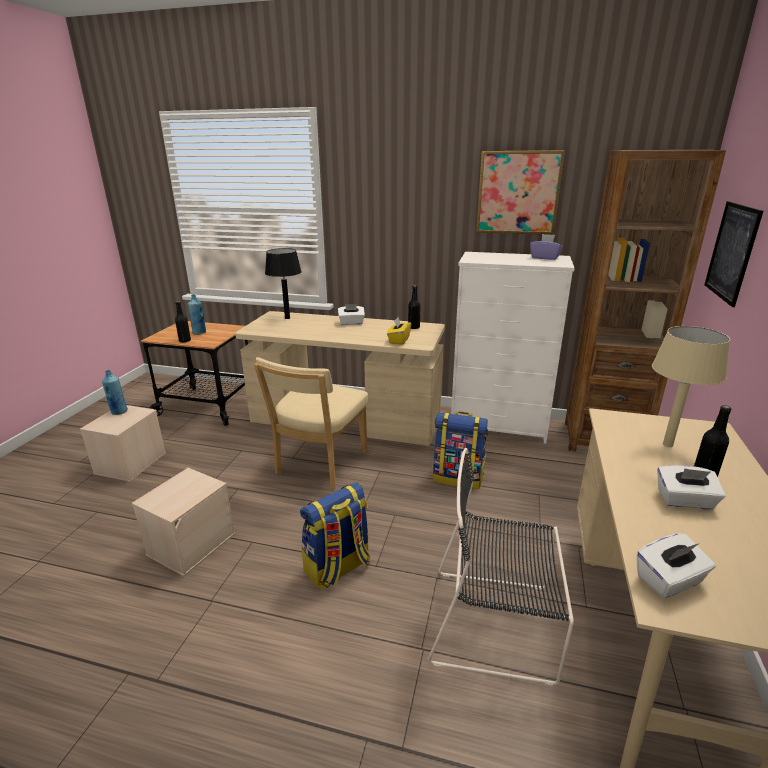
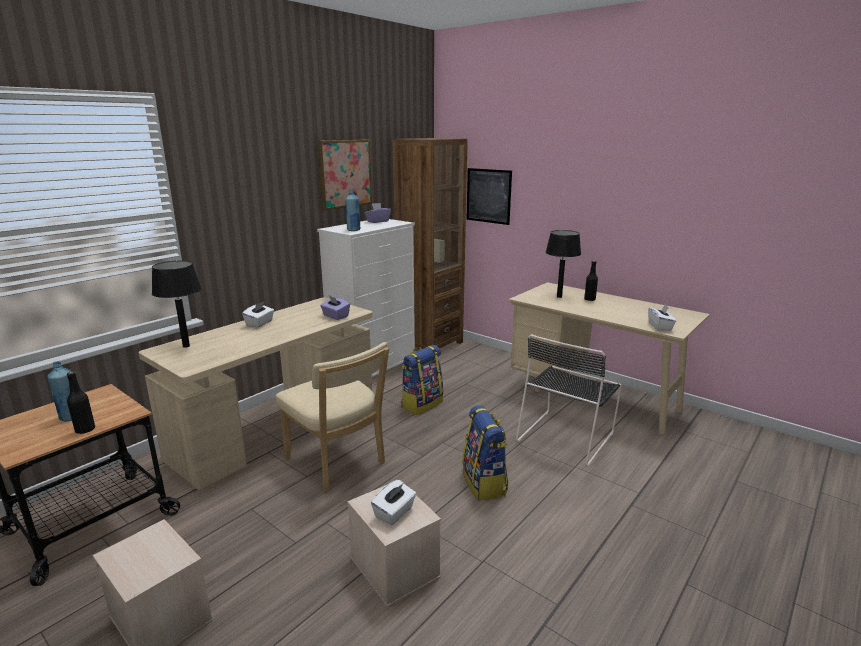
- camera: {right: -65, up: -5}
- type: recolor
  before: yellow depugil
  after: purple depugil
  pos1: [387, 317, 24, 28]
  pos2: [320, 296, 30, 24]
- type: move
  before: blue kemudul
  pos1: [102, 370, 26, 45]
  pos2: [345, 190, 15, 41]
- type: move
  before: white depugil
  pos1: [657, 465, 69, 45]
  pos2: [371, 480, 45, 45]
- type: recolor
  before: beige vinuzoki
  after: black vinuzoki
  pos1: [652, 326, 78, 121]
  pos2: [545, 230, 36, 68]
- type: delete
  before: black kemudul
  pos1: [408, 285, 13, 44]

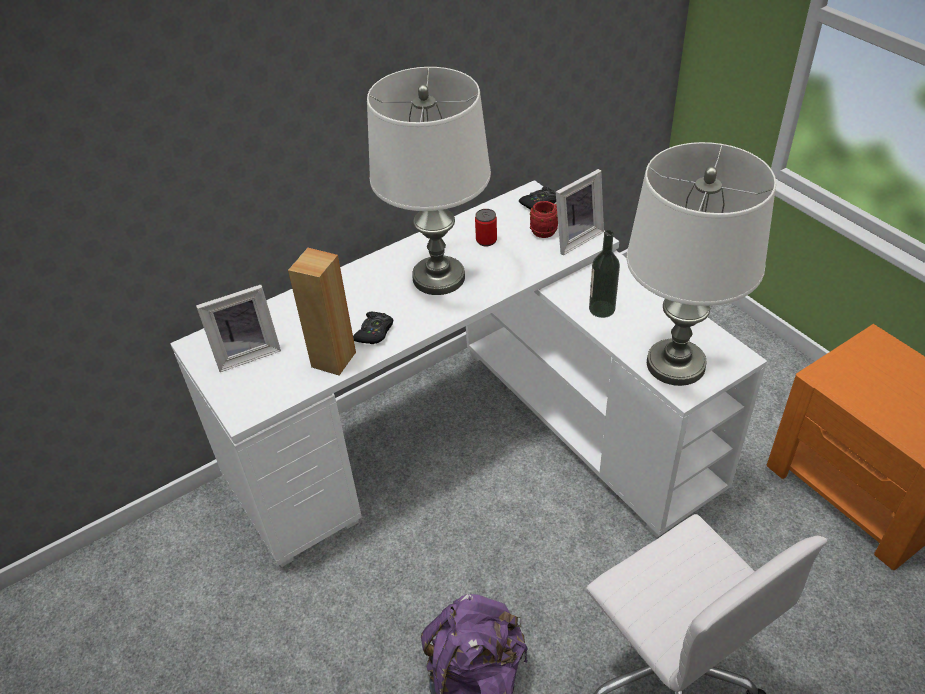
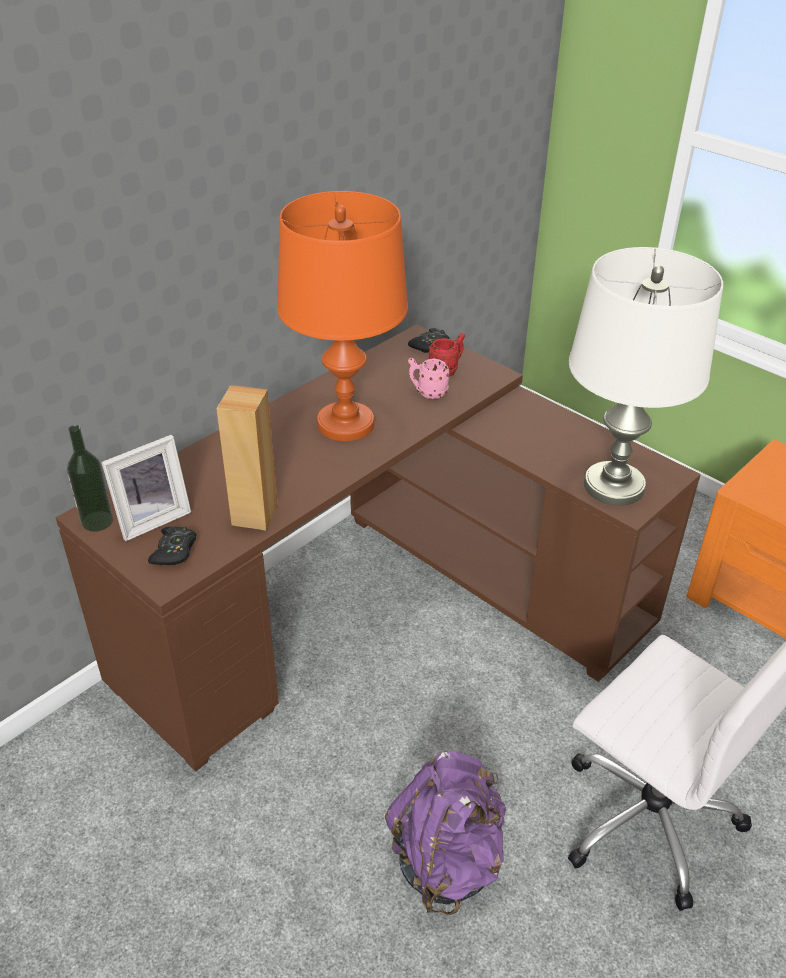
- camera: {right: -15, up: -5}
- type: recolor
  before: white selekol
  after: brown selekol
  pos1: [170, 180, 597, 387]
  pos2: [55, 324, 646, 447]
- type: move
  before: kemudul
  pos1: [589, 230, 31, 88]
  pos2: [67, 425, 46, 107]
- type: move
  before: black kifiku
  pos1: [353, 312, 40, 32]
  pos2: [148, 526, 48, 39]
- type: recolor
  before: white vinuzoki
  after: orange vinuzoki
  pos1: [367, 67, 124, 228]
  pos2: [277, 191, 131, 250]
- type: insert
  after: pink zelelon
  pos2: [408, 358, 42, 41]
- type: delete
  before: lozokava
  pos1: [475, 209, 22, 37]
- type: delete
  before: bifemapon
  pos1: [556, 169, 48, 86]

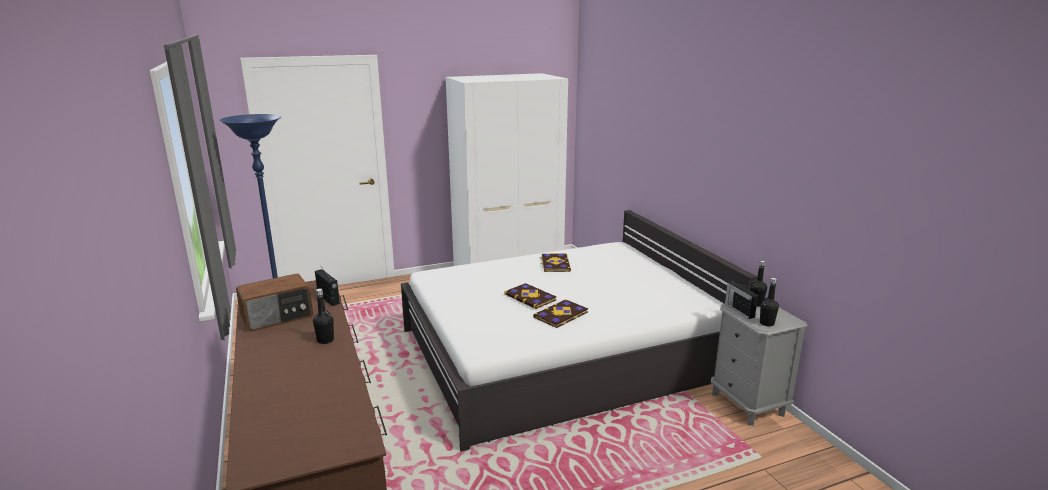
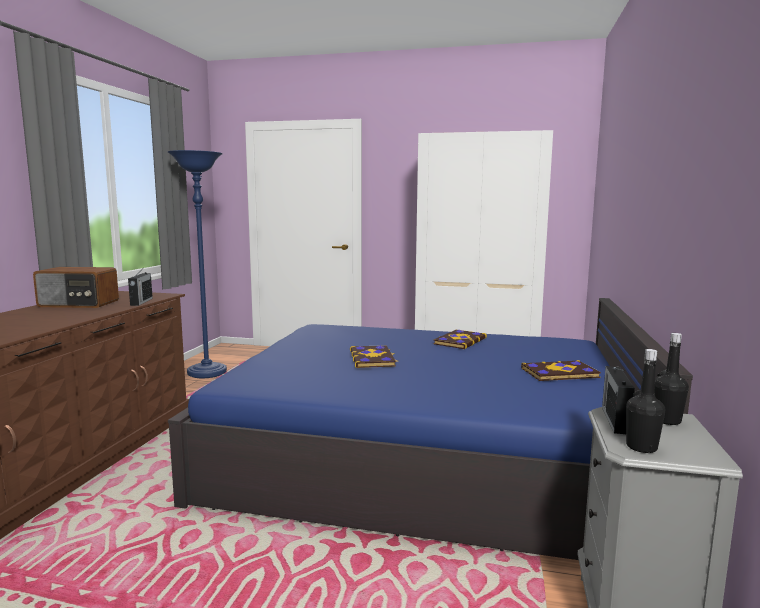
- camera: {right: 35, up: -10}
- type: recolor
  before: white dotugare
  after: blue dotugare
  pos1: [401, 210, 356, 242]
  pos2: [168, 298, 525, 262]
- type: move
  before: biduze
  pos1: [533, 299, 55, 29]
  pos2: [521, 360, 80, 21]
- type: delete
  before: black kemudul
  pos1: [313, 288, 21, 56]

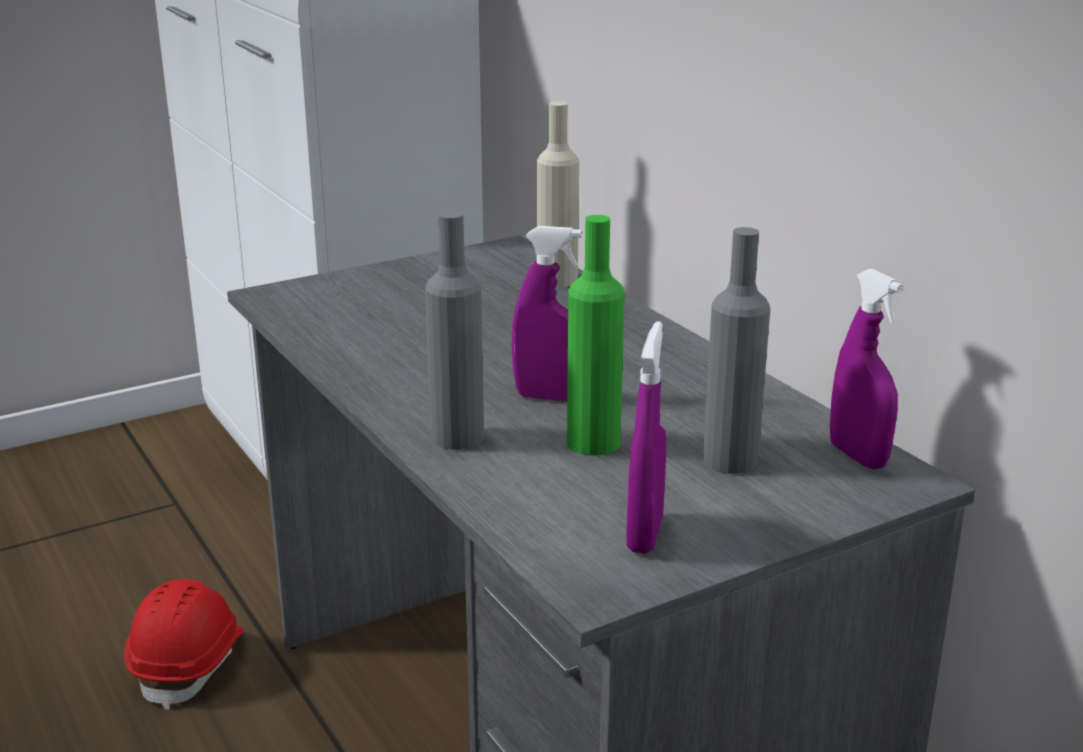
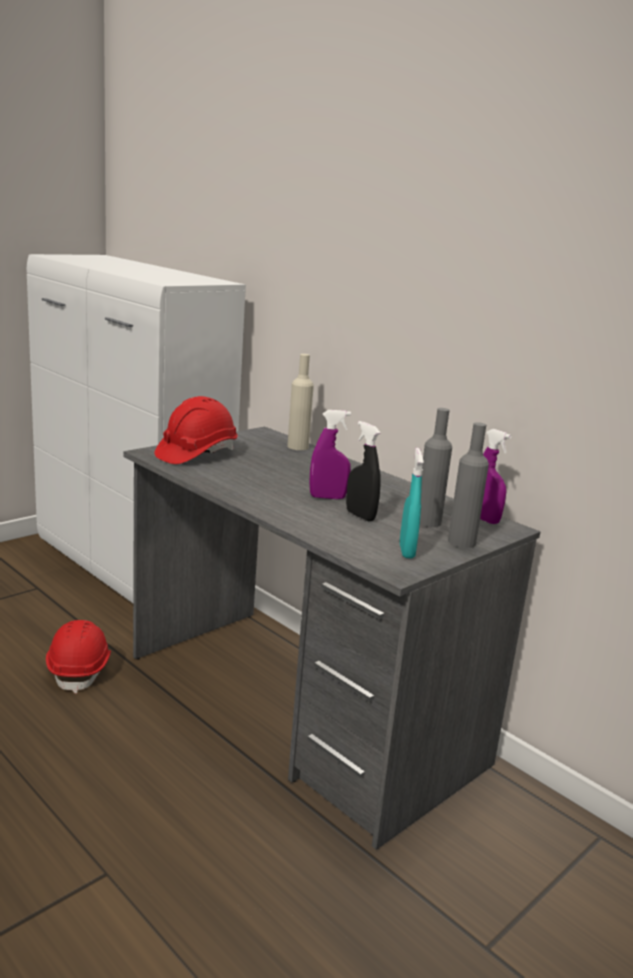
- camera: {right: -15, up: -5}
- type: insert
  after: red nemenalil
  pos2: [154, 396, 84, 68]
- type: replace
  before: green kemudul
  after: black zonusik
  pos1: [567, 215, 58, 241]
  pos2: [346, 421, 35, 100]
- type: recolor
  before: purple zonusik
  after: turquoise zonusik
  pos1: [626, 321, 40, 233]
  pos2: [400, 448, 24, 110]
- type: move
  before: grey kemudul
  pos1: [425, 211, 59, 239]
  pos2: [448, 422, 41, 126]

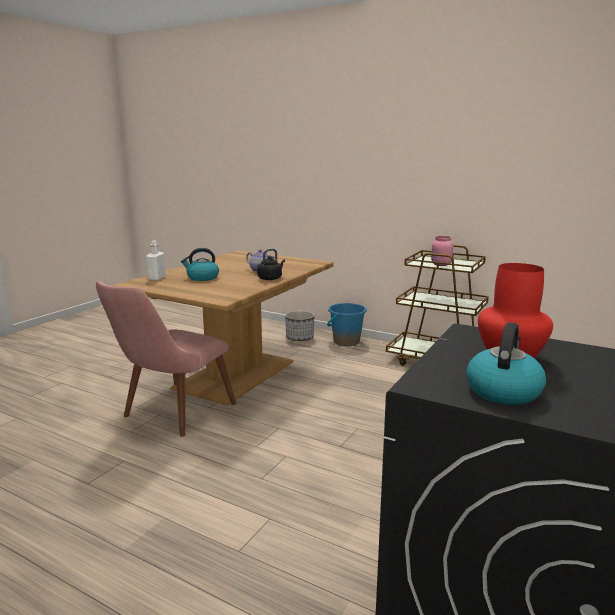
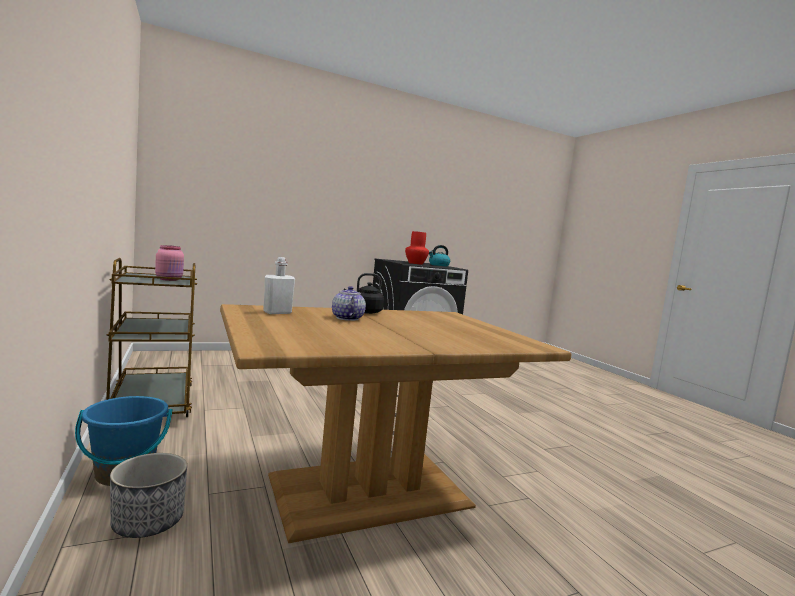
- camera: {right: -145, up: -10}
- type: move
  before: white kemudul
  pos1: [146, 240, 20, 41]
  pos2: [263, 257, 32, 57]
- type: delete
  before: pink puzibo
  pos1: [96, 280, 140, 157]
- type: delete
  before: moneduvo
  pos1: [181, 248, 38, 33]

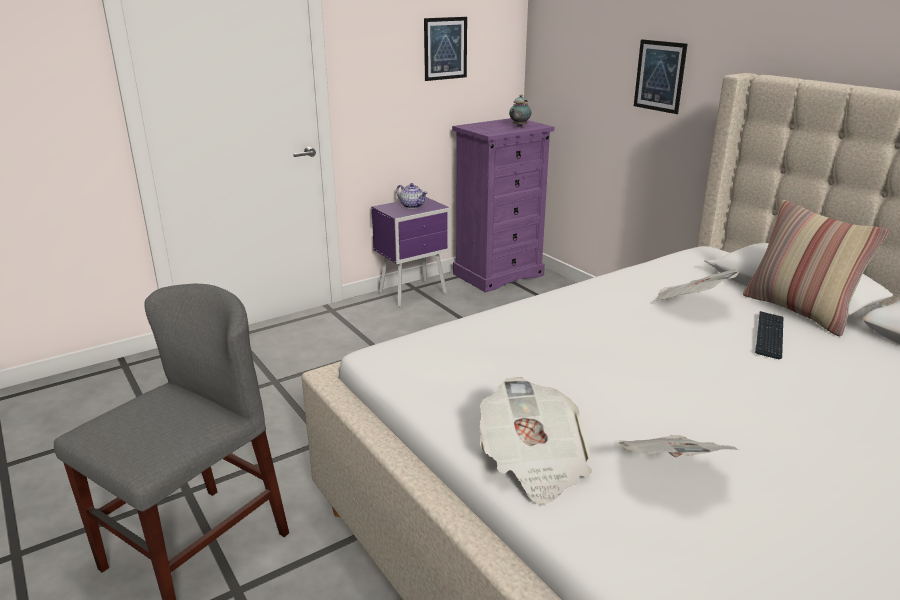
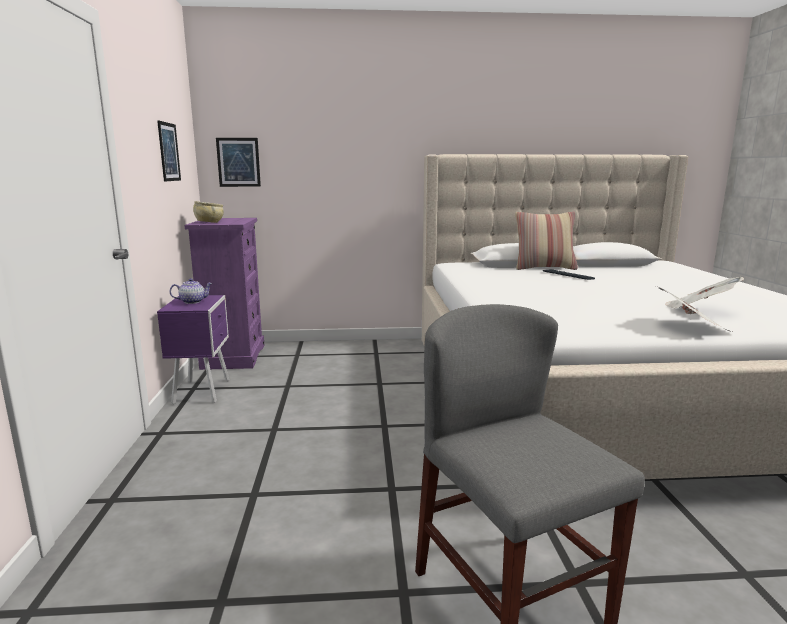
- camera: {right: -60, up: -10}
- type: insert
  after: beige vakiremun
  pos2: [193, 201, 31, 22]
- type: move
  before: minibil
  pos1: [634, 39, 53, 75]
  pos2: [216, 138, 45, 49]
- type: delete
  before: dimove
  pos1: [509, 95, 22, 32]
- type: delete
  before: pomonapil
  pos1: [654, 269, 85, 32]

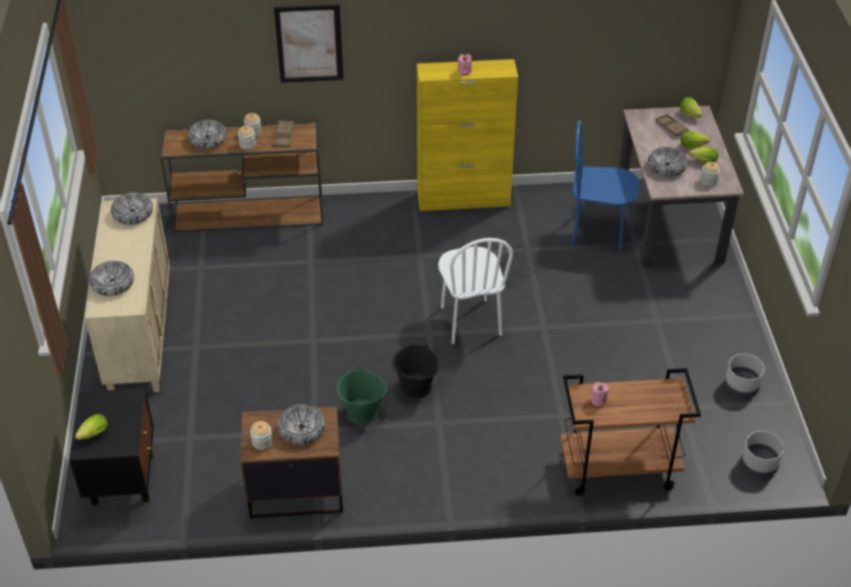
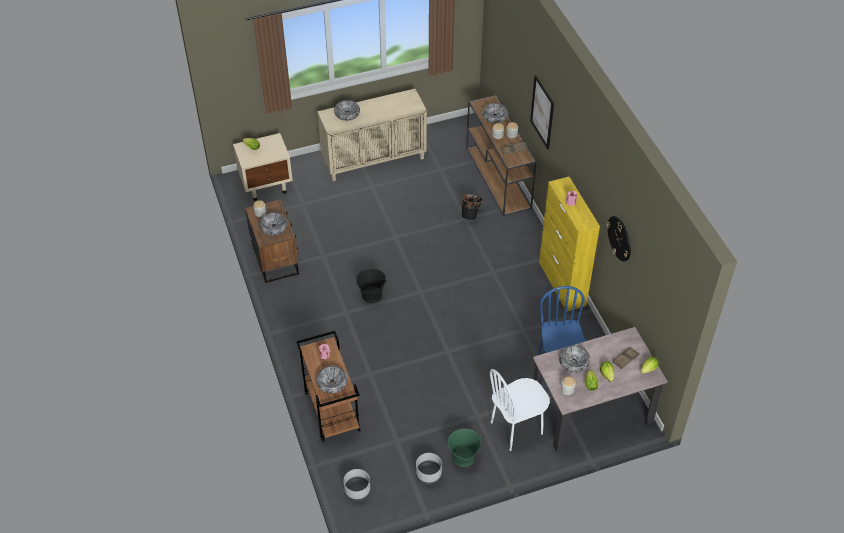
- camera: {right: 75, up: 5}
- type: recolor
  before: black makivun
  after: beige makivun
  pos1: [69, 388, 85, 118]
  pos2: [233, 133, 60, 68]
- type: move
  before: vakiremun
  pos1: [111, 192, 42, 33]
  pos2: [316, 366, 32, 27]
- type: move
  before: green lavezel
  pos1: [337, 367, 50, 57]
  pos2: [447, 428, 34, 39]
- type: insert
  after: black lavezel
  pos2: [460, 194, 23, 26]
- type: move
  before: white puzibo
  pos1: [438, 238, 75, 106]
  pos2: [490, 369, 60, 82]
- type: insert
  after: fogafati
  pos2: [606, 216, 25, 46]

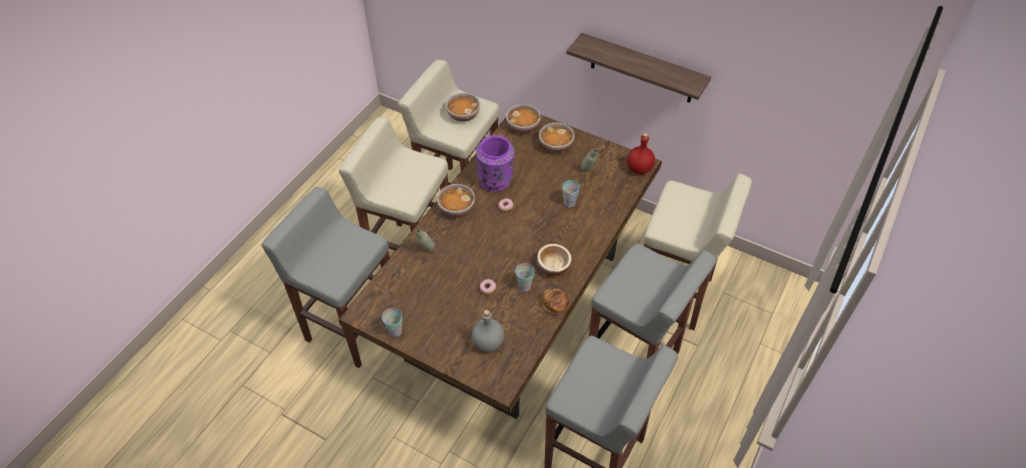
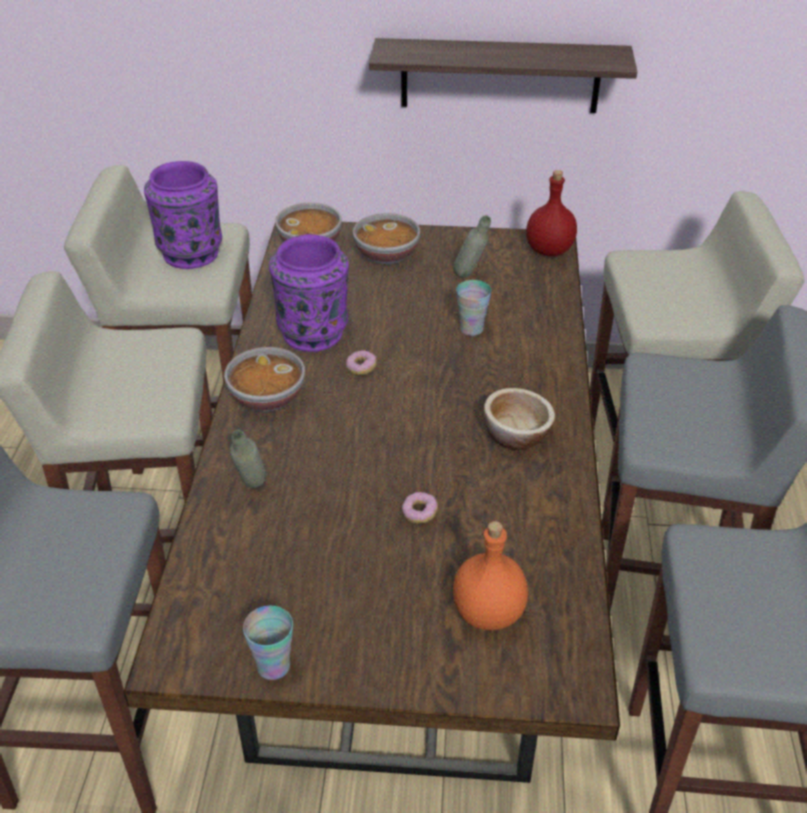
- camera: {right: -25, up: -10}
- type: replace
  before: vakiremun
  after: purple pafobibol
  pos1: [446, 93, 34, 29]
  pos2: [144, 161, 78, 108]
- type: recolor
  before: grey kemudul
  after: orange kemudul
  pos1: [471, 310, 33, 42]
  pos2: [453, 521, 75, 109]
- type: delete
  before: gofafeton
  pos1: [515, 263, 20, 28]
- type: delete
  before: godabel
  pos1: [543, 289, 26, 25]

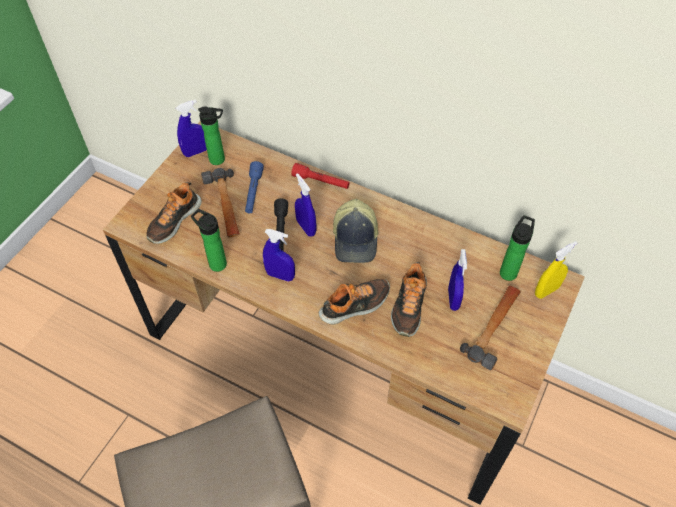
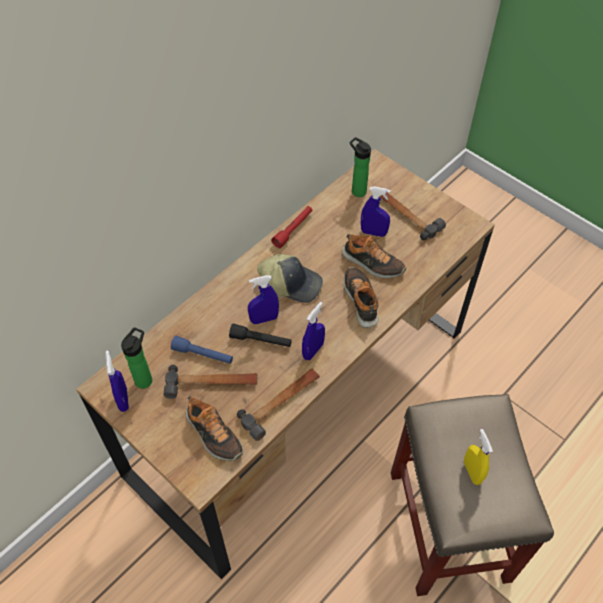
- camera: {right: -75, up: 0}
- type: replace
  before: kemudul
  after: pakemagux
  pos1: [191, 209, 36, 63]
  pos2: [237, 369, 83, 72]
- type: move
  before: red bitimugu
  pos1: [291, 163, 59, 26]
  pos2: [271, 206, 42, 42]
- type: move
  before: yellow zonusik
  pos1: [535, 241, 42, 58]
  pos2: [464, 429, 29, 56]

